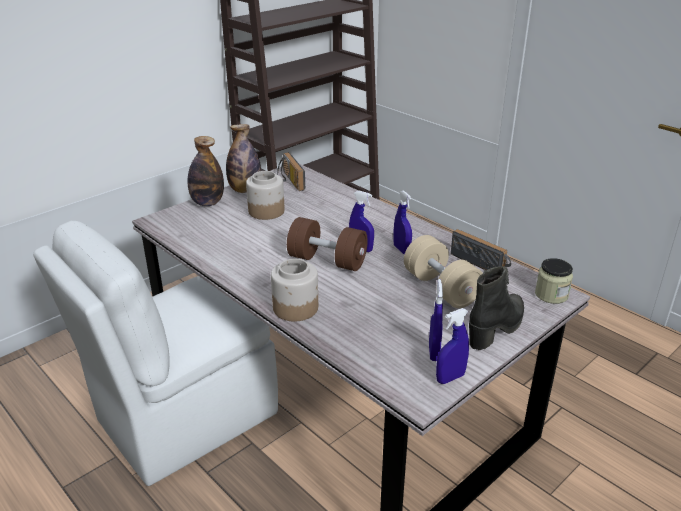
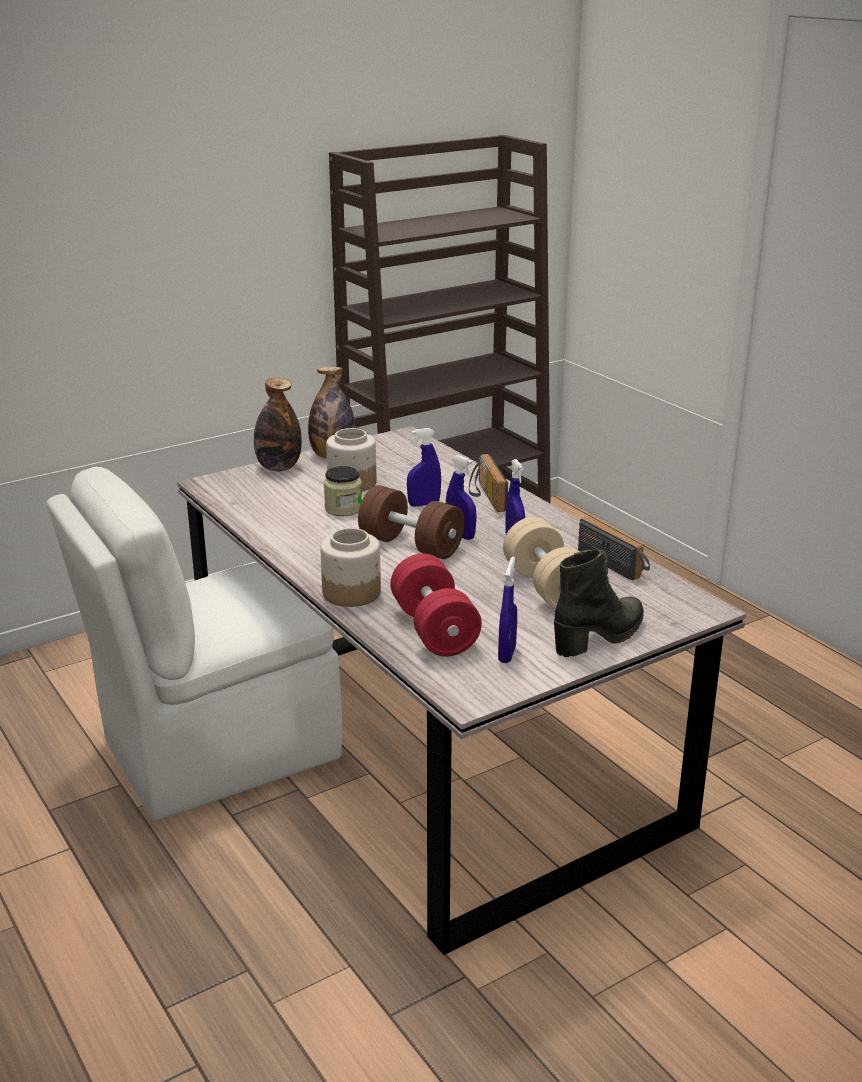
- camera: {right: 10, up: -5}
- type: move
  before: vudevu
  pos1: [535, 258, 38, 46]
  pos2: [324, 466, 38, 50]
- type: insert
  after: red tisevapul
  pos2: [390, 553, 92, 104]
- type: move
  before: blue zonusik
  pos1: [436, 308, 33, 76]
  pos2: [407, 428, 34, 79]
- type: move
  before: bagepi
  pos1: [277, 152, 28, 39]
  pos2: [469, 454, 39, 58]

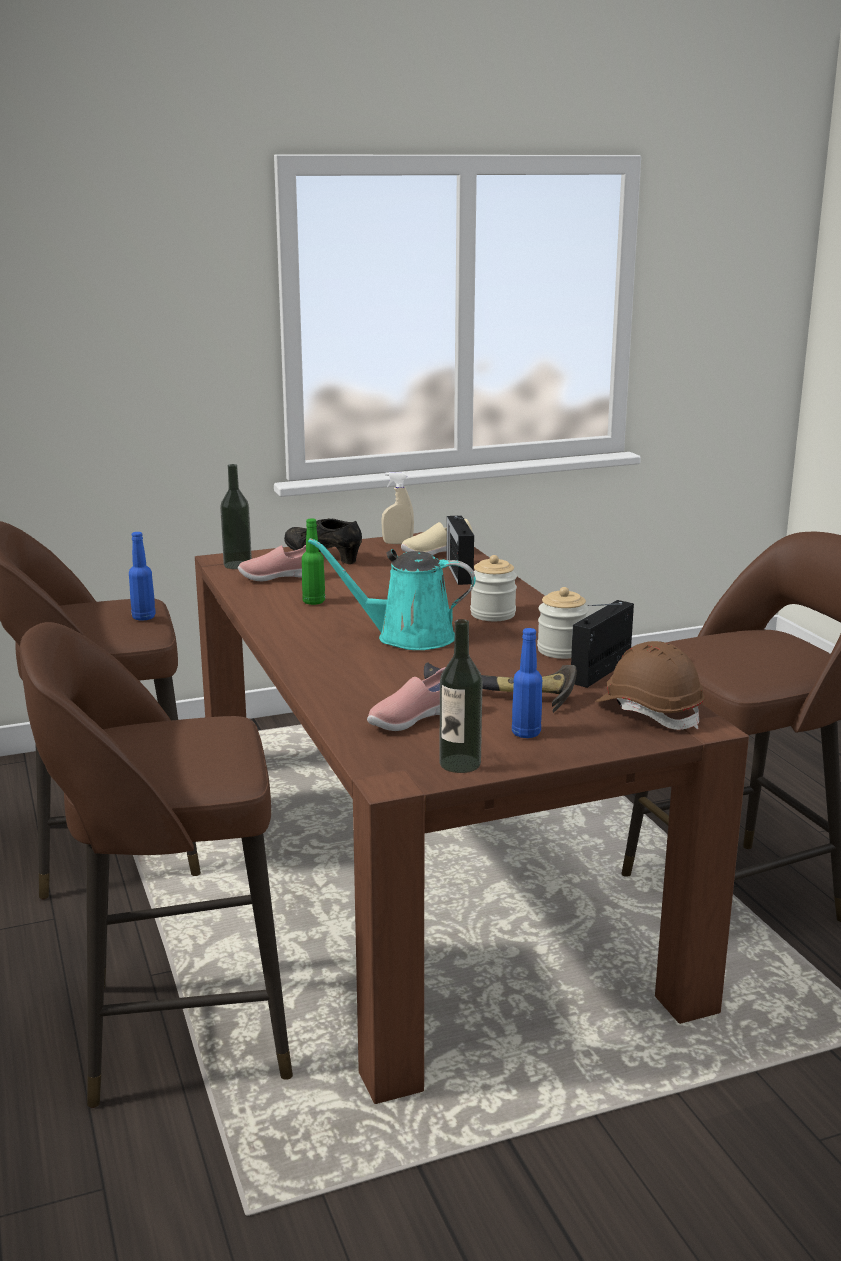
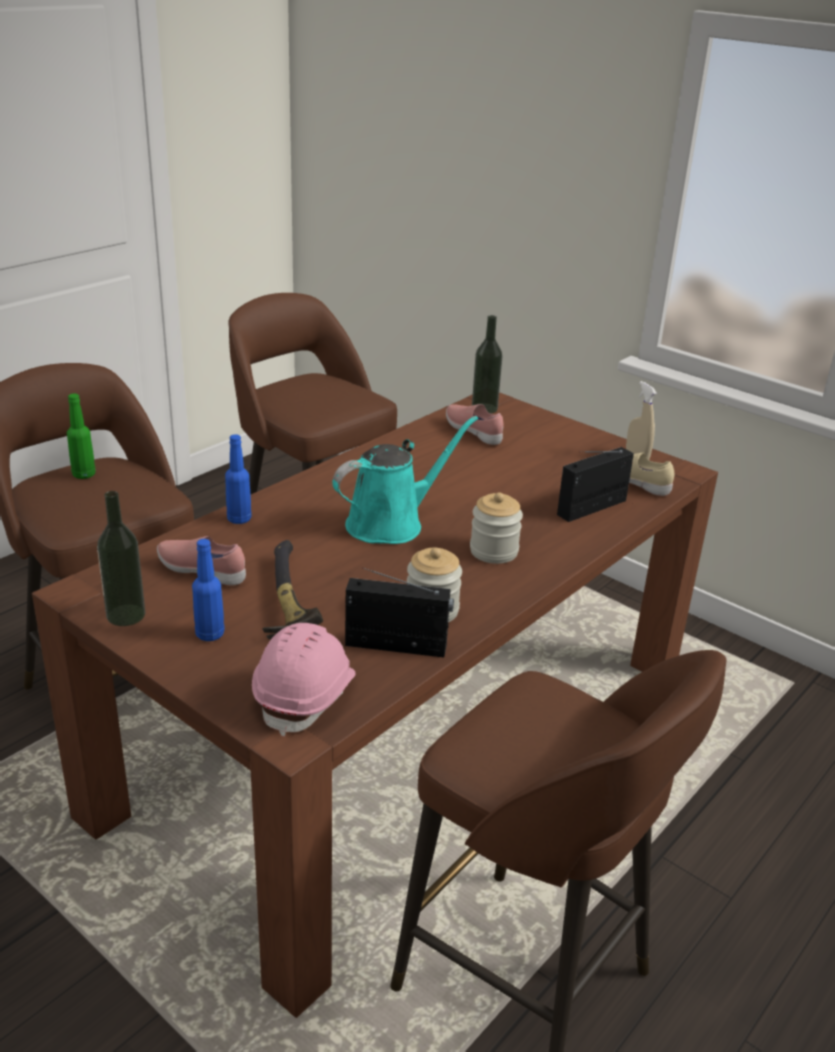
- camera: {right: 60, up: 10}
- type: move
  before: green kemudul
  pos1: [302, 518, 23, 87]
  pos2: [67, 394, 29, 85]
- type: move
  before: blue kemudul
  pos1: [129, 532, 27, 89]
  pos2: [225, 434, 27, 90]
- type: recolor
  before: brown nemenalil
  after: pink nemenalil
  pos1: [595, 641, 110, 89]
  pos2: [252, 623, 104, 114]
- type: rotate
  before: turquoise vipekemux
  pos1: [308, 538, 168, 112]
  pos2: [332, 416, 146, 128]
  turn: 75
- type: delete
  before: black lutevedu
  pos1: [284, 518, 78, 46]

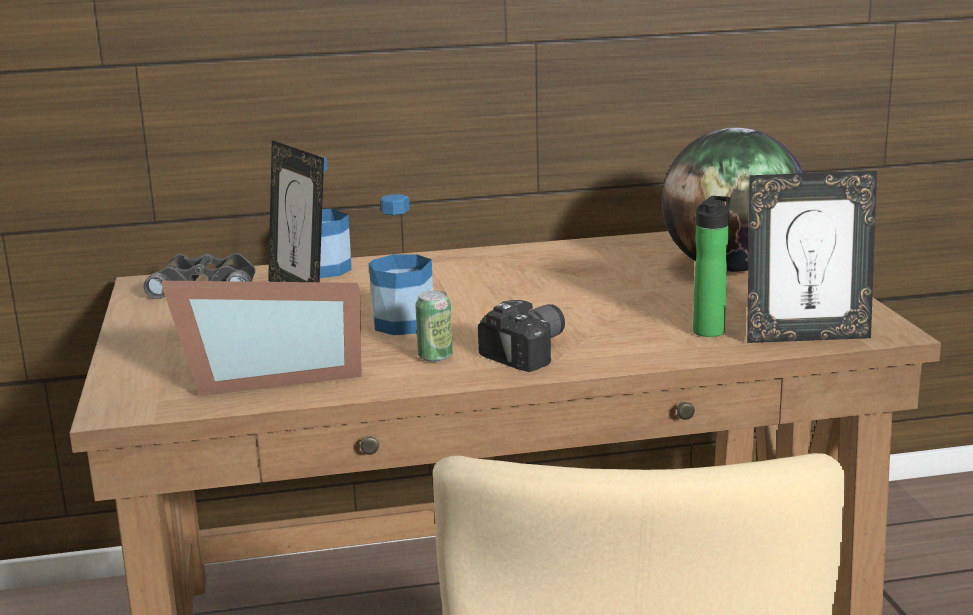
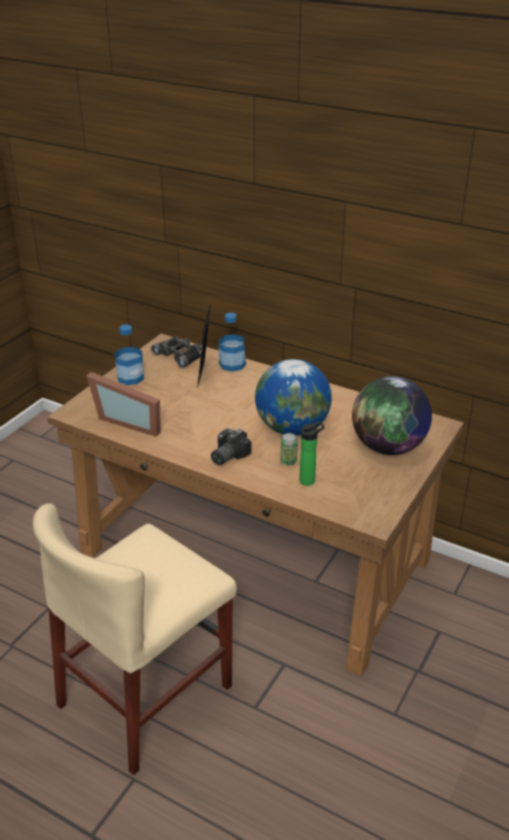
- camera: {right: 40, up: 15}
- type: move
  before: kemudul
  pos1: [369, 194, 64, 141]
  pos2: [114, 325, 30, 60]
- type: rotate
  before: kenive
  pos1: [478, 300, 87, 72]
  pos2: [211, 428, 41, 37]
  turn: 135
- type: insert
  after: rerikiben
  pos2: [255, 359, 77, 77]
- type: move
  before: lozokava
  pos1: [415, 290, 38, 72]
  pos2: [281, 433, 17, 33]
- type: delete
  before: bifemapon
  pos1: [747, 171, 130, 172]

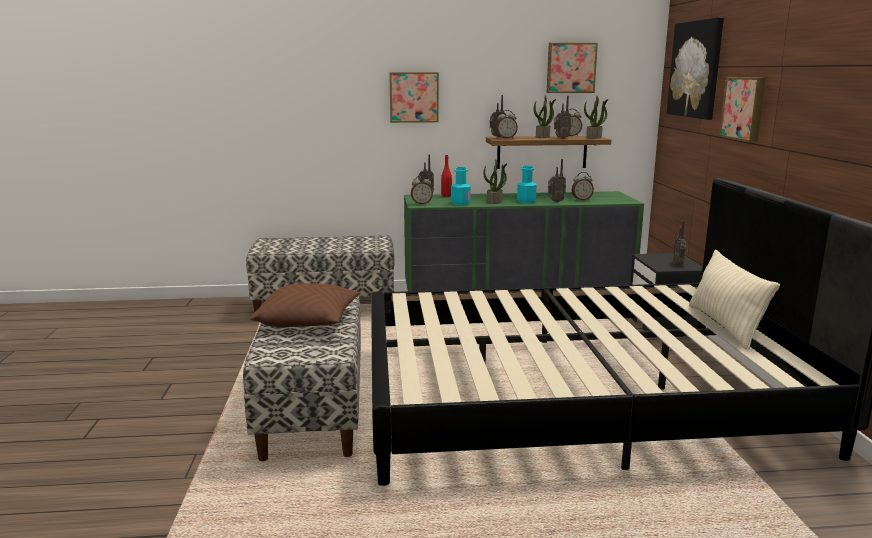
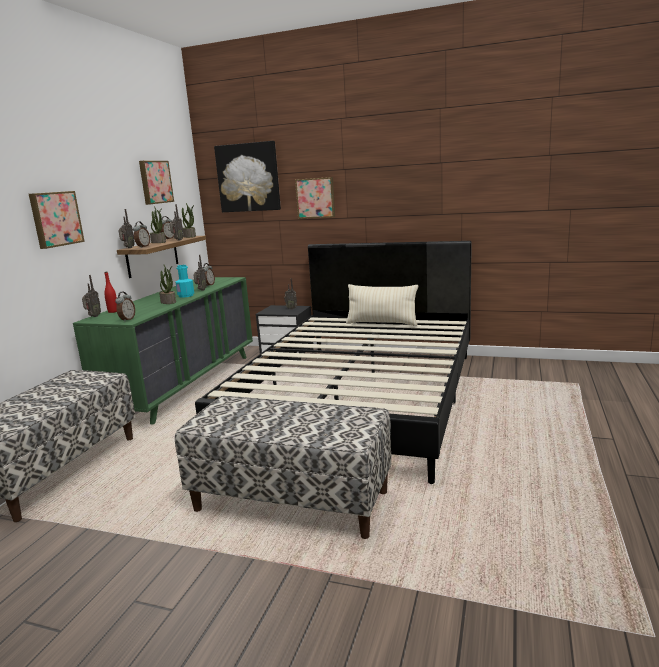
- camera: {right: -65, up: 0}
- type: delete
  before: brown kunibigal
  pos1: [250, 283, 111, 44]
- type: delete
  before: turquoise kemudul
  pos1: [451, 167, 20, 38]

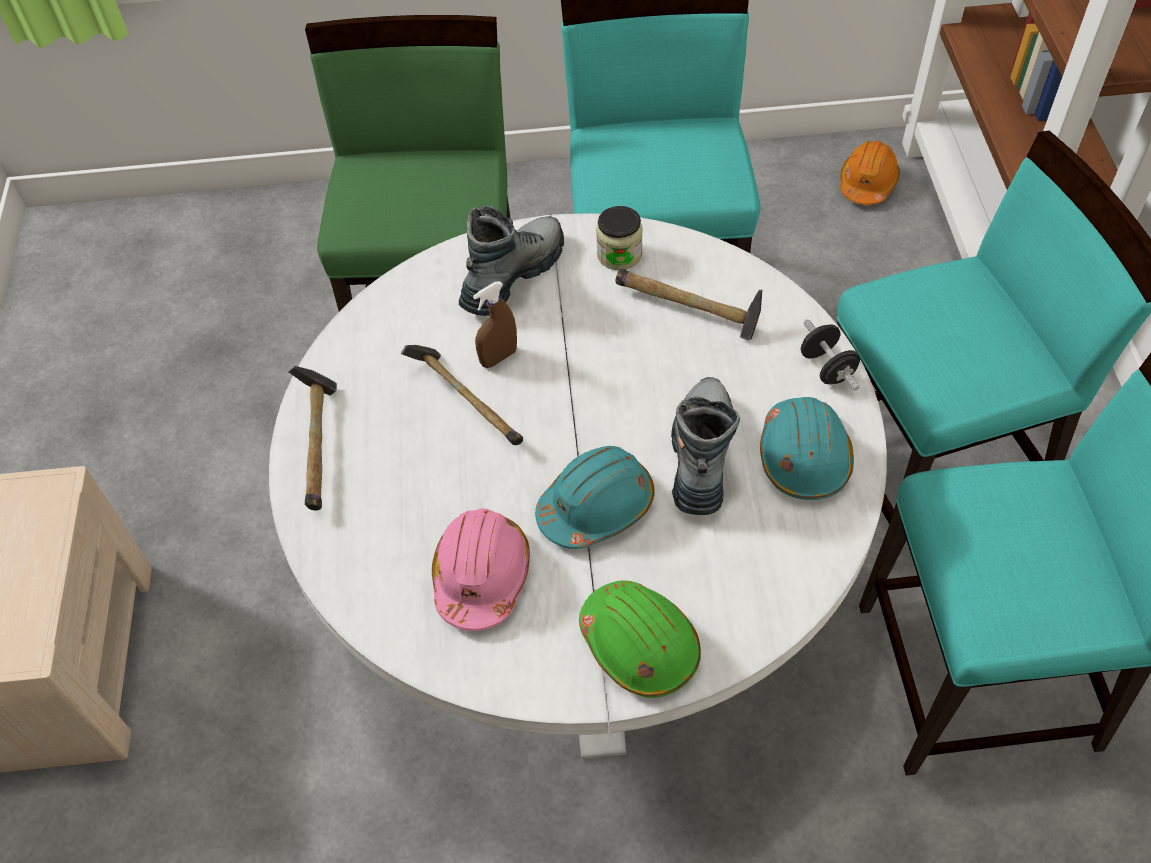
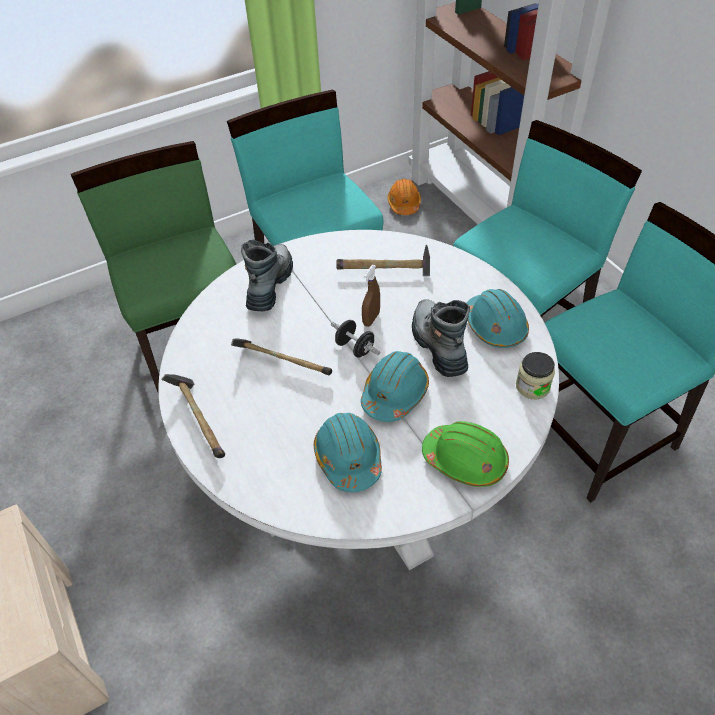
- camera: {right: -25, up: -5}
- type: recolor
  before: pink nemenalil
  after: turquoise nemenalil
  pos1: [432, 508, 98, 123]
  pos2: [314, 413, 68, 79]
- type: move
  before: black tisevapul
  pos1: [801, 319, 59, 72]
  pos2: [331, 320, 49, 38]
- type: move
  before: brown zonusik
  pos1: [473, 281, 44, 87]
  pos2: [362, 265, 18, 62]
- type: move
  before: vudevu
  pos1: [596, 206, 47, 64]
  pos2: [516, 352, 39, 47]

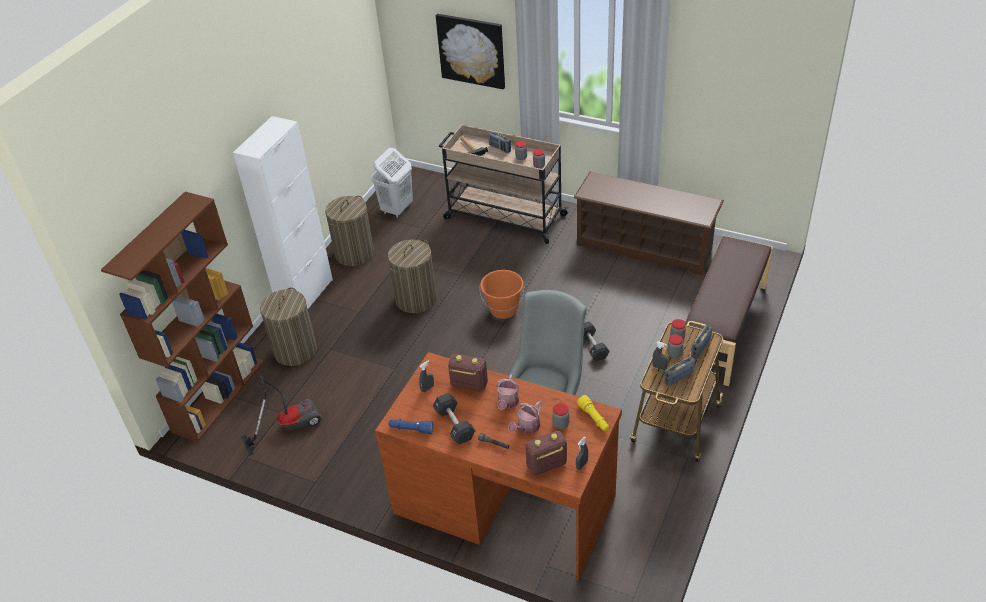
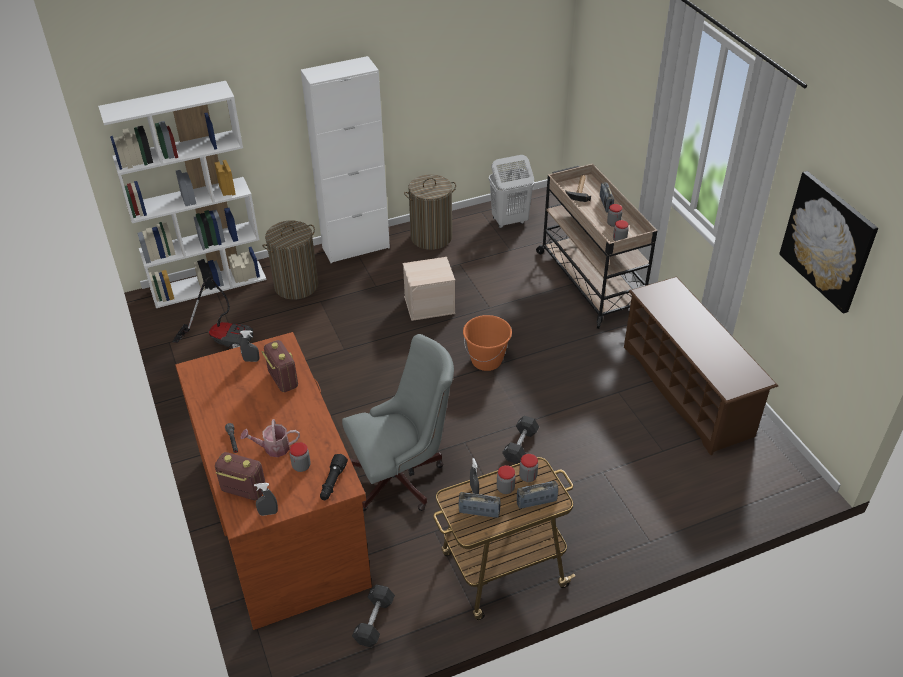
- camera: {right: 40, up: 0}
- type: recolor
  before: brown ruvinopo
  after: white ruvinopo
  pos1: [101, 192, 163, 250]
  pos2: [98, 81, 169, 227]
- type: recolor
  before: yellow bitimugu
  after: black bitimugu
  pos1: [577, 395, 32, 36]
  pos2: [320, 454, 28, 46]
- type: move
  before: black tisevapul
  pos1: [433, 393, 42, 51]
  pos2: [352, 585, 43, 62]
- type: replace
  before: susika
  after: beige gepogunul
  pos1: [388, 240, 49, 73]
  pos2: [403, 257, 52, 64]
- type: move
  before: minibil
  pos1: [436, 14, 69, 75]
  pos2: [779, 171, 99, 143]
- type: delete
  before: blue bitimugu
  pos1: [388, 419, 46, 15]
- type: delete
  before: vipekemux
  pos1: [496, 374, 23, 36]
- type: delete
  before: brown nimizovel
  pos1: [679, 236, 94, 150]

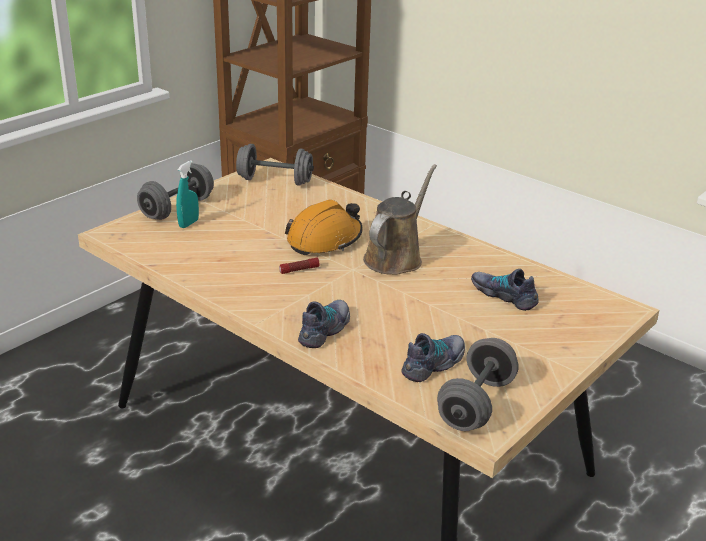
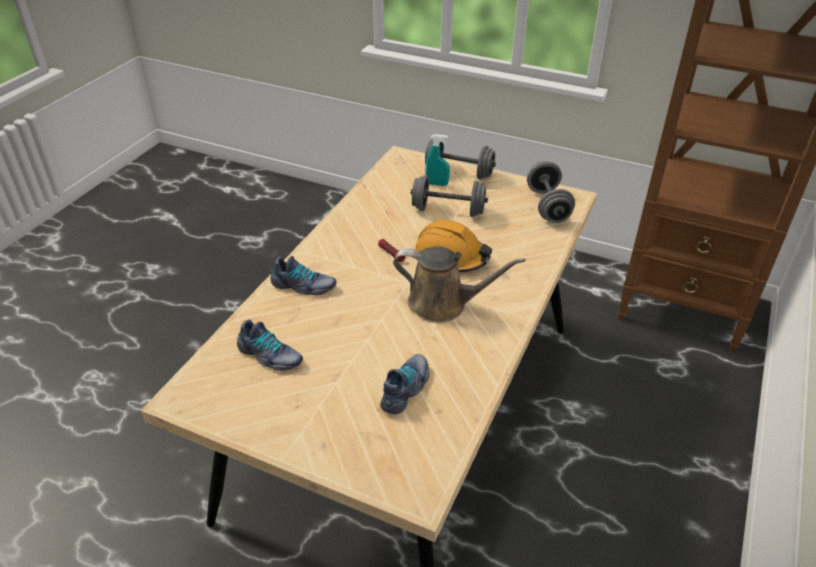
- camera: {right: 75, up: 10}
- type: move
  before: grey tisevapul
  pos1: [437, 338, 82, 93]
  pos2: [411, 175, 77, 42]

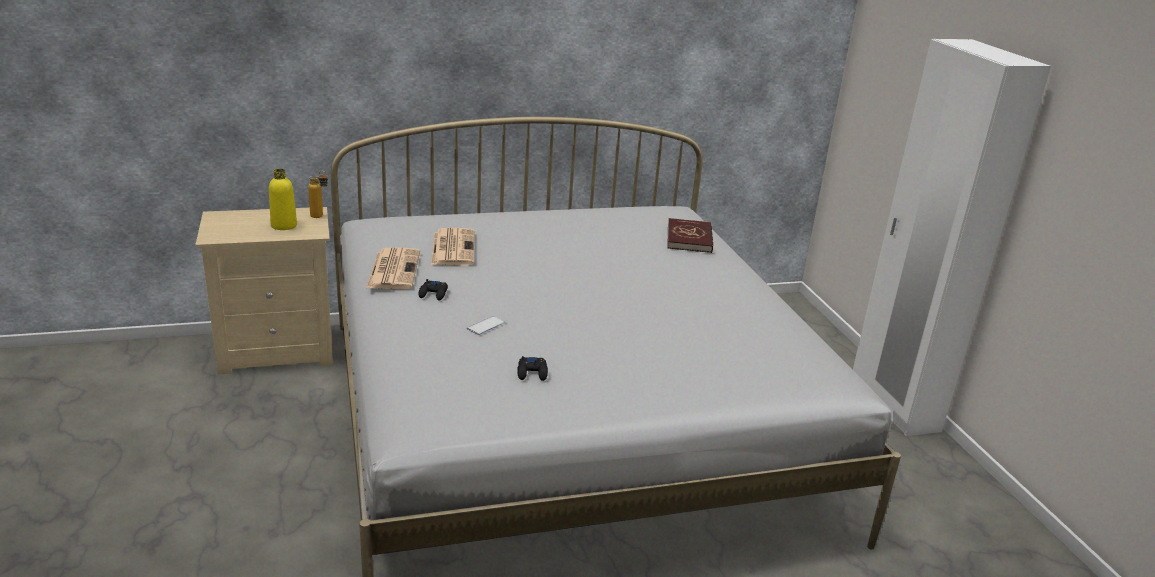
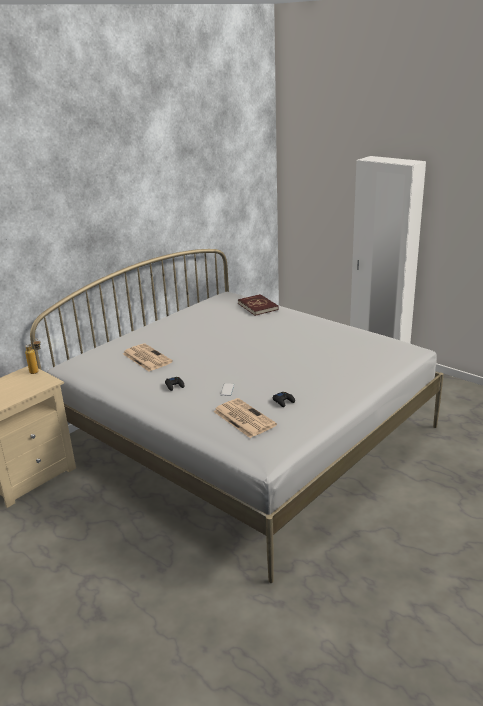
- camera: {right: -30, up: 0}
- type: move
  before: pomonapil
  pos1: [366, 247, 54, 42]
  pos2: [213, 398, 64, 40]
- type: delete
  before: yellow kemudul
  pos1: [269, 169, 28, 61]

